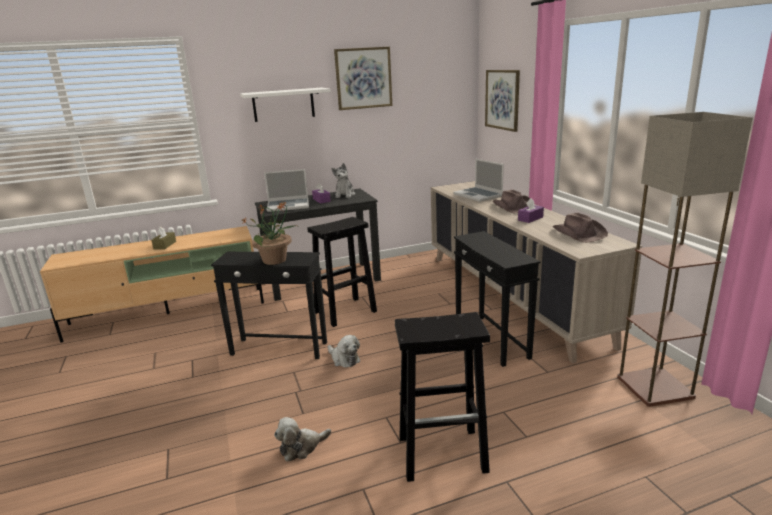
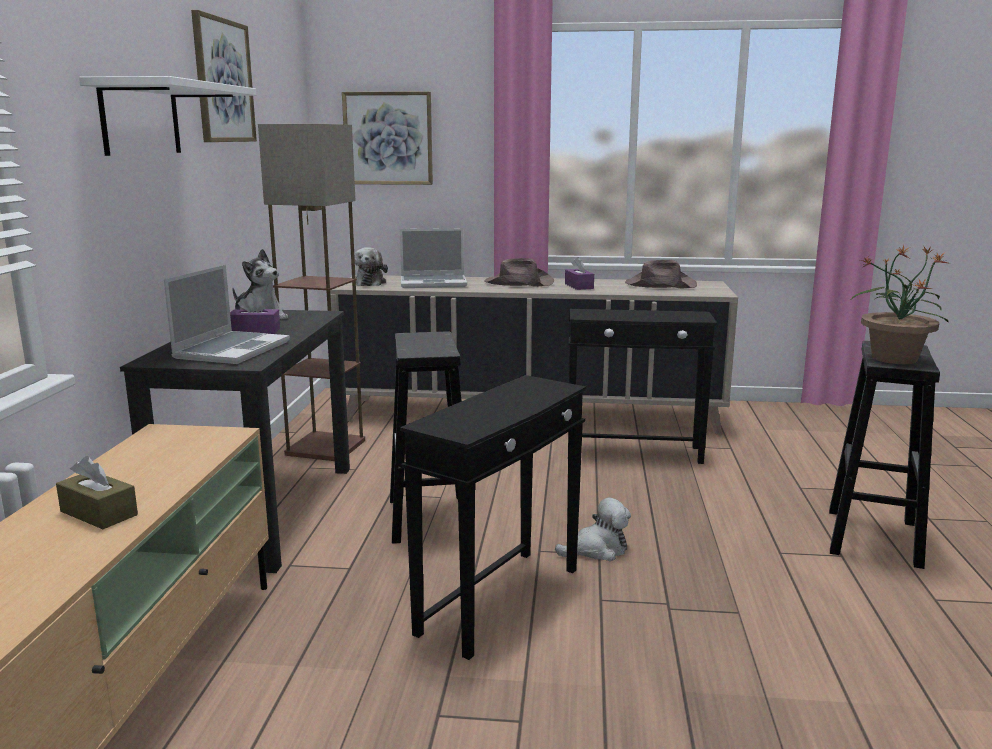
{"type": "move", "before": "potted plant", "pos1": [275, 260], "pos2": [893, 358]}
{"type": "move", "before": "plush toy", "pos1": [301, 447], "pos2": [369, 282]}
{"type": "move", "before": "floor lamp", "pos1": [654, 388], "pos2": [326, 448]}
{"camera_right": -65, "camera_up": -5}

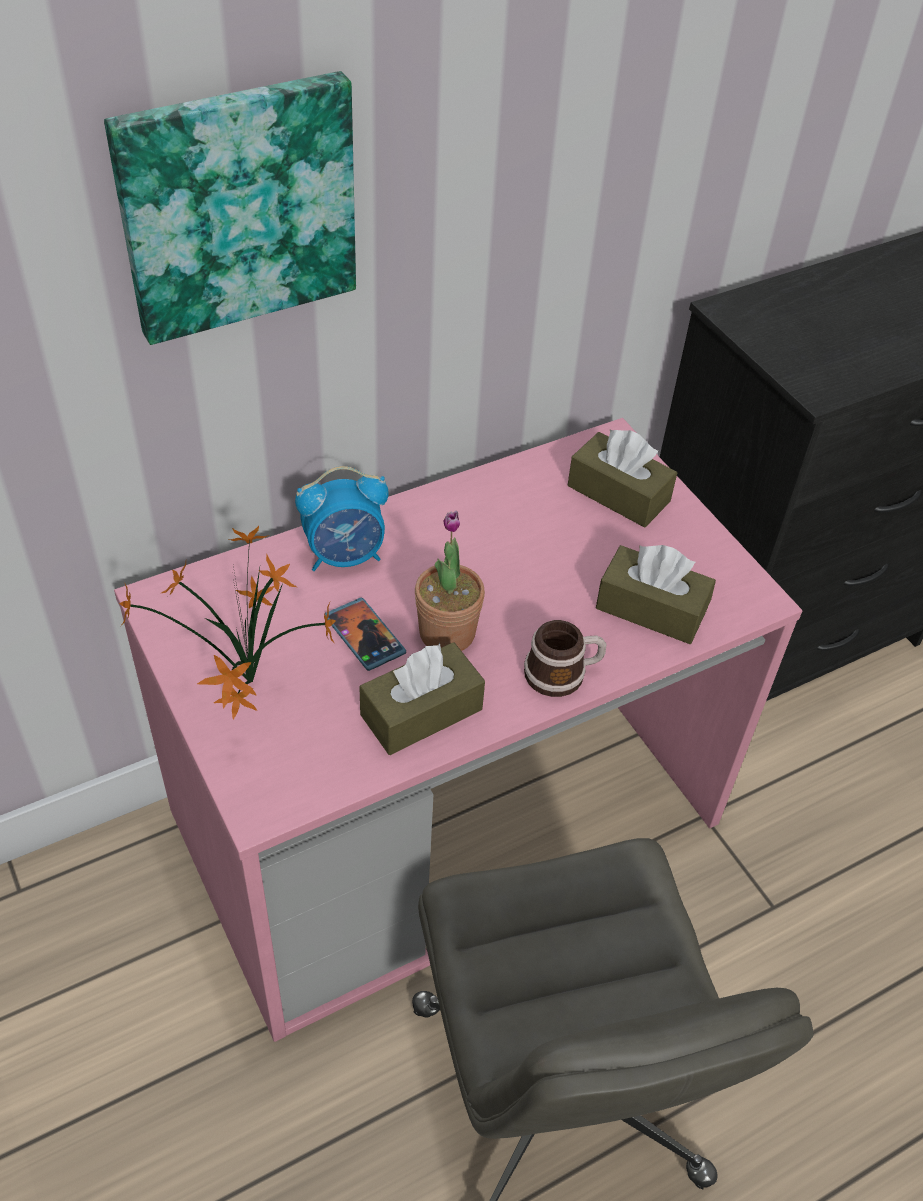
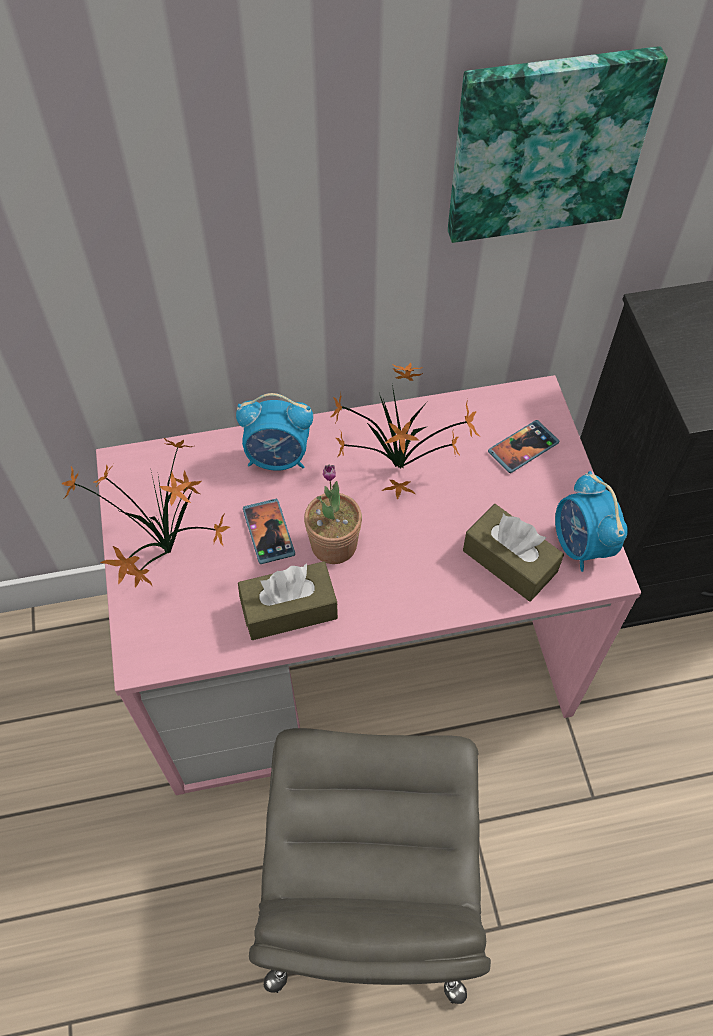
{"type": "move", "before": "picture", "pos1": [237, 206], "pos2": [546, 144]}
{"type": "delete", "before": "mug", "pos1": [563, 673]}
{"type": "replace", "before": "tissue box (brown)", "after": "phone", "pos1": [618, 494], "pos2": [523, 448]}
{"type": "insert", "after": "potted plant", "pos2": [403, 470]}
{"type": "insert", "after": "alarm clock", "pos2": [581, 545]}
{"camera_right": 20, "camera_up": 10}

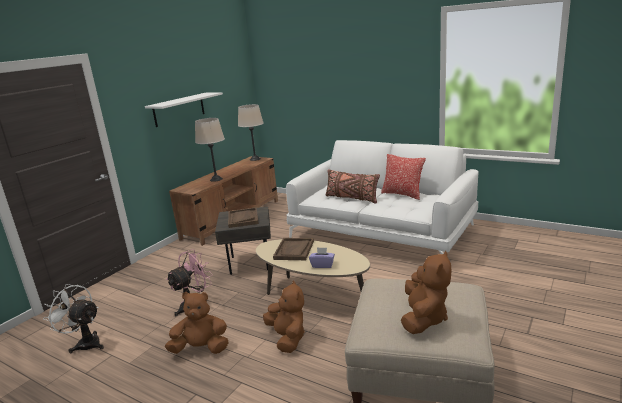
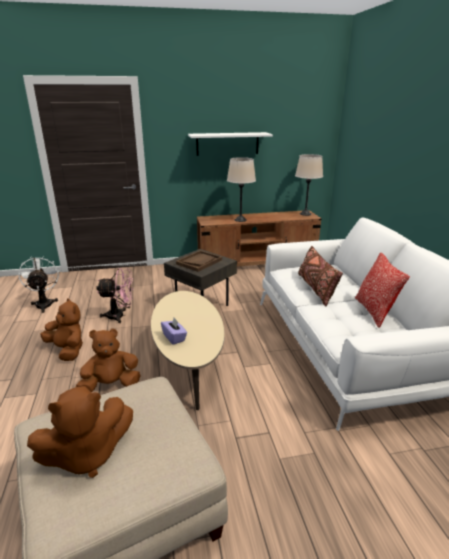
{"type": "rotate", "before": "plush toy (brown)", "pos1": [288, 338], "pos2": [111, 385], "turn": -135}
{"type": "delete", "before": "tray (brown)", "pos1": [294, 250]}
{"camera_right": 45, "camera_up": 5}

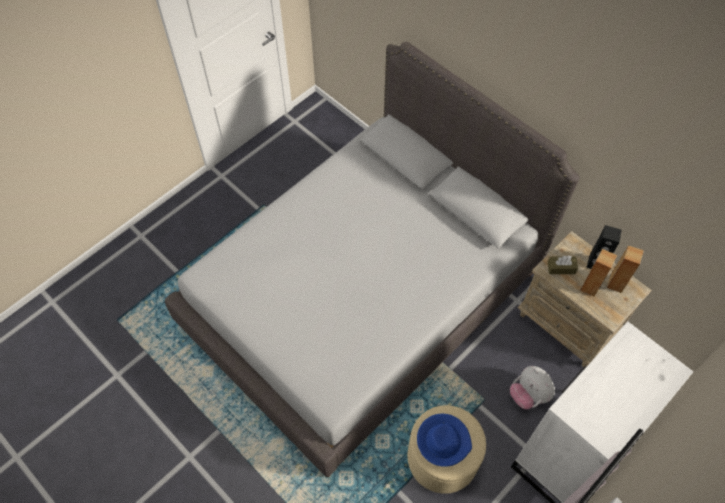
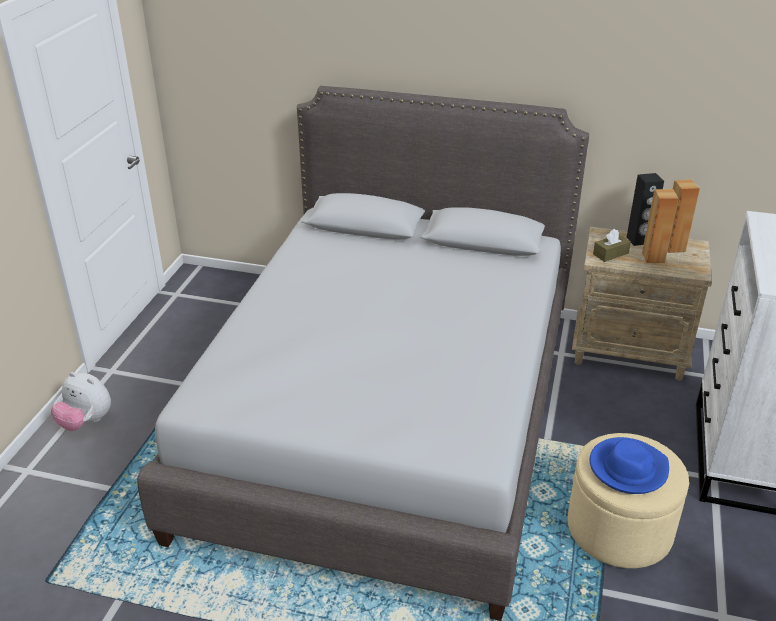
{"type": "move", "before": "plush toy", "pos1": [528, 394], "pos2": [86, 422]}
{"camera_right": -30, "camera_up": -25}

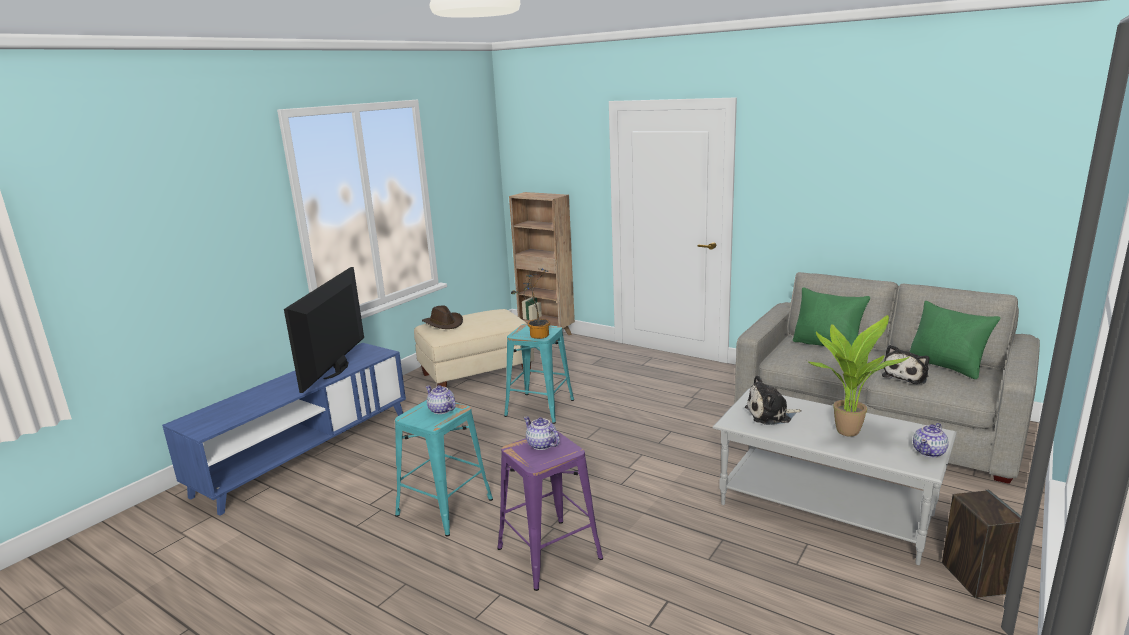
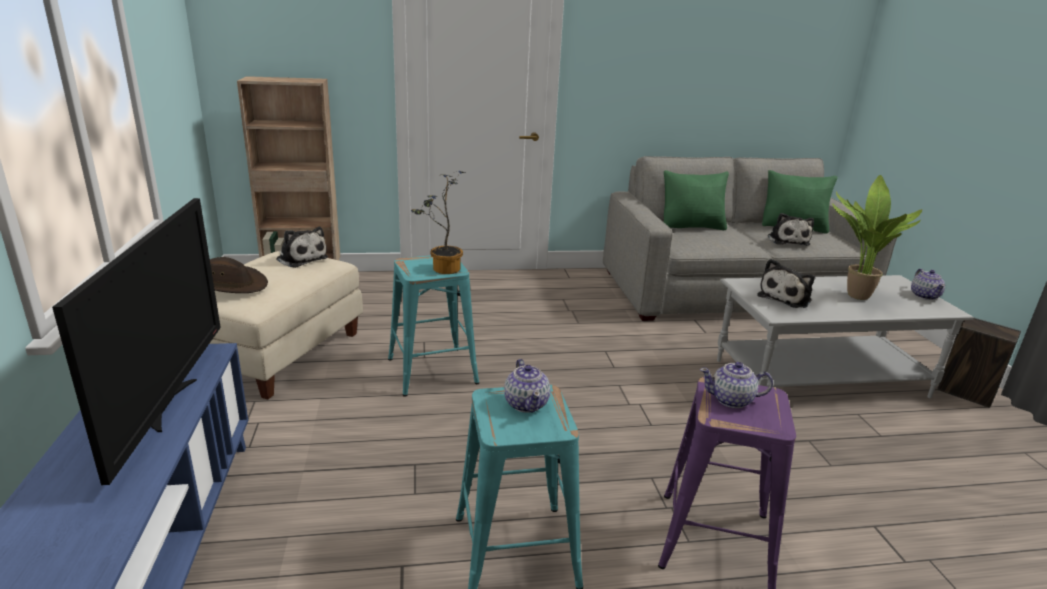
{"type": "rotate", "before": "television", "pos1": [338, 370], "pos2": [169, 404], "turn": -150}
{"type": "rotate", "before": "teapot", "pos1": [441, 410], "pos2": [526, 403], "turn": -105}
{"type": "insert", "after": "plush toy", "pos2": [301, 258]}
{"camera_right": -45, "camera_up": 5}

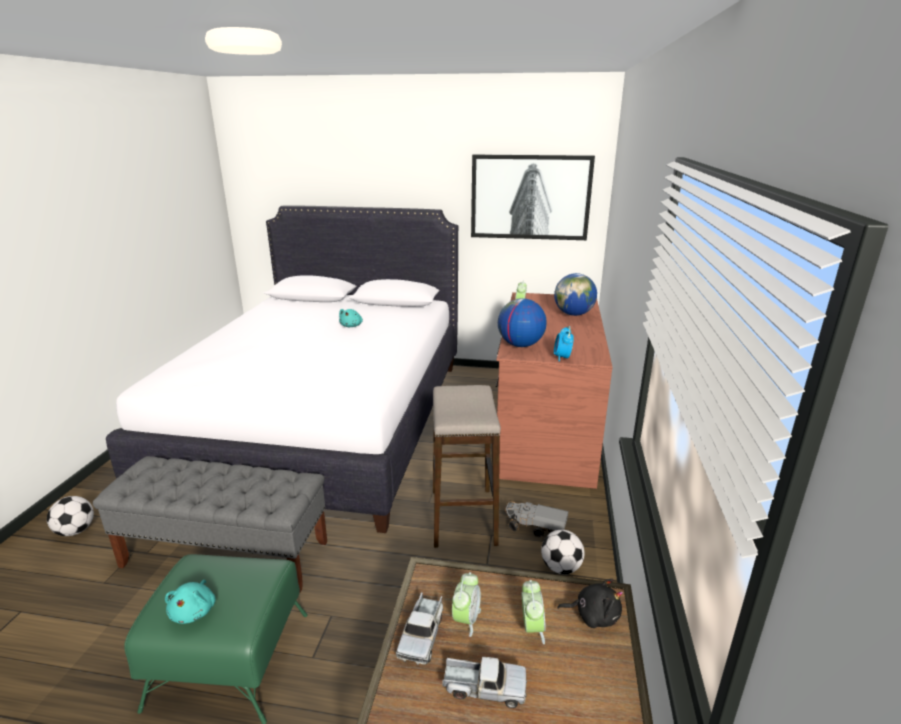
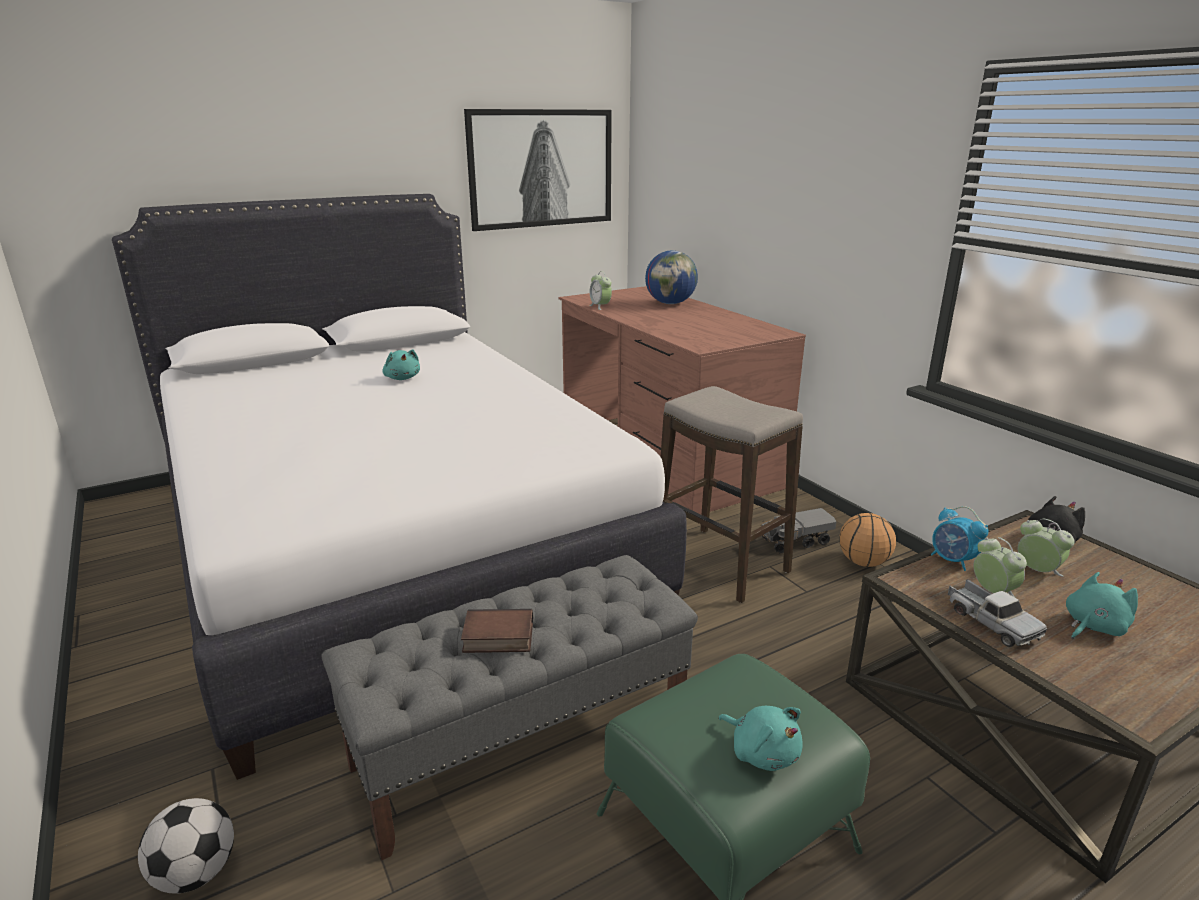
{"type": "replace", "before": "toy truck", "after": "plush toy (turquoise)", "pos1": [484, 687], "pos2": [1092, 626]}
{"type": "delete", "before": "globe", "pos1": [520, 345]}
{"type": "replace", "before": "football", "after": "basketball", "pos1": [561, 567], "pos2": [863, 562]}
{"type": "move", "before": "alarm clock", "pos1": [562, 358], "pos2": [952, 561]}
{"type": "insert", "after": "book", "pos2": [497, 638]}
{"camera_right": -40, "camera_up": 0}

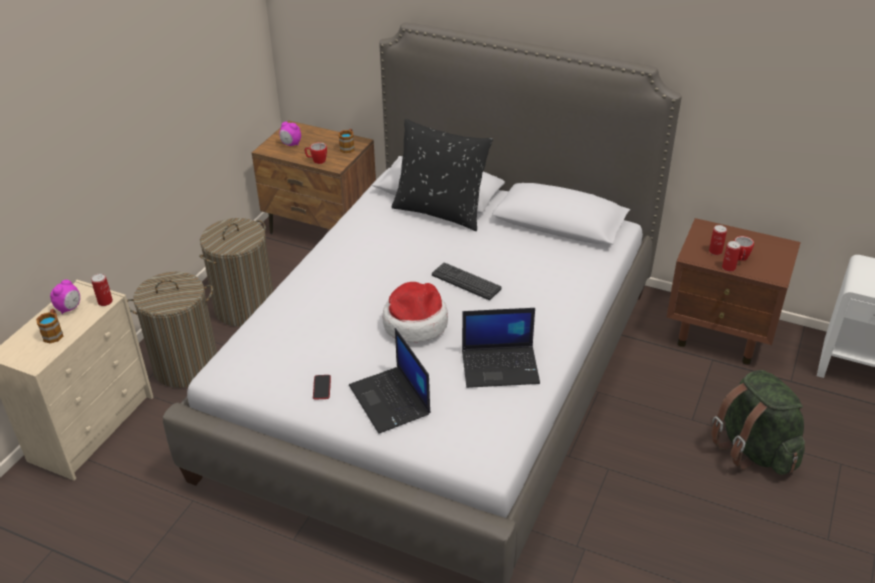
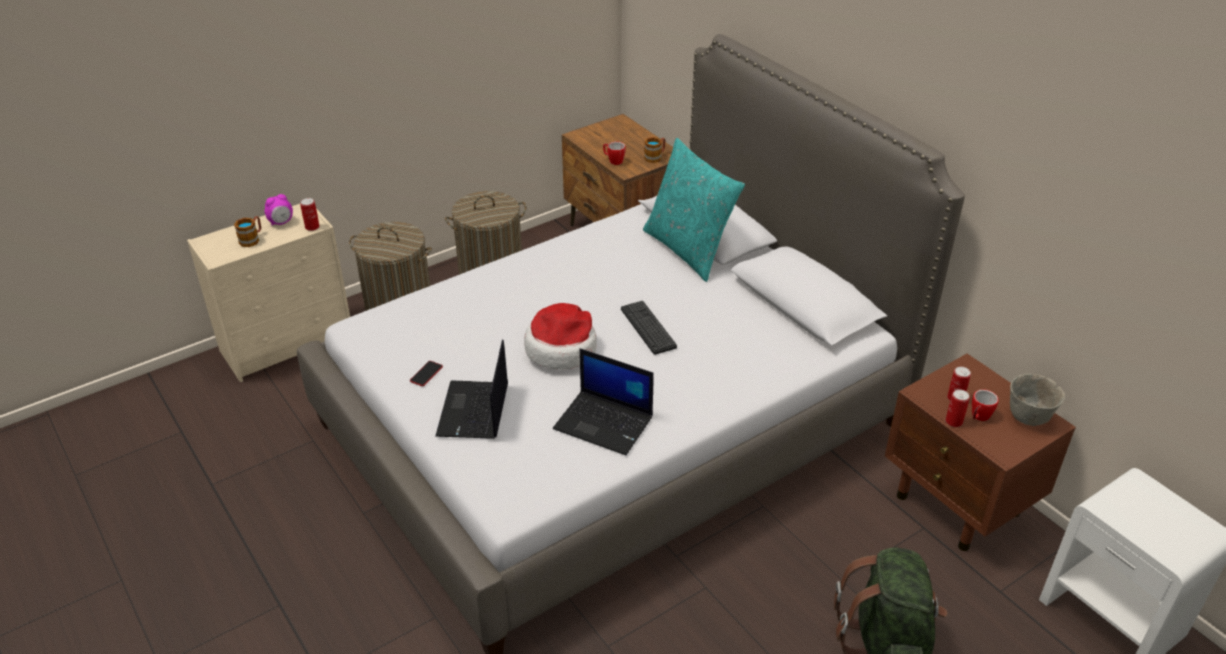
{"type": "delete", "before": "alarm clock", "pos1": [291, 144]}
{"type": "recolor", "before": "pillow (black)", "after": "pillow (turquoise)", "pos1": [440, 211], "pos2": [688, 250]}
{"type": "insert", "after": "bowl (grey)", "pos2": [1029, 417]}
{"camera_right": 30, "camera_up": 0}

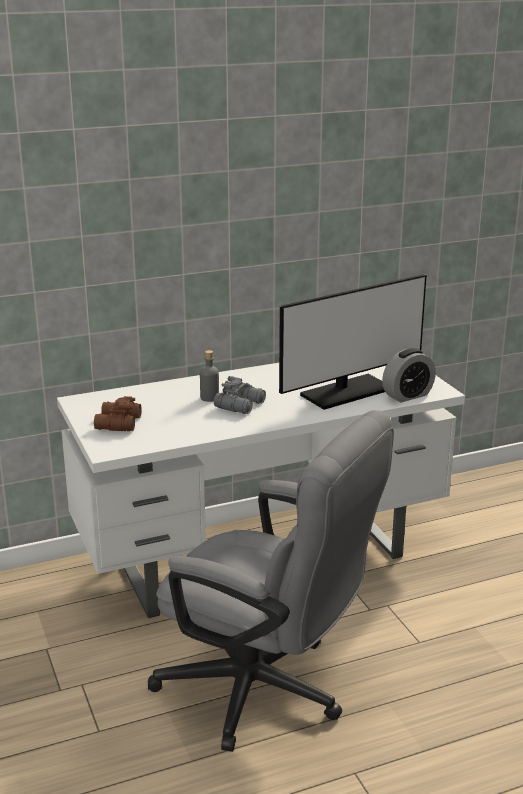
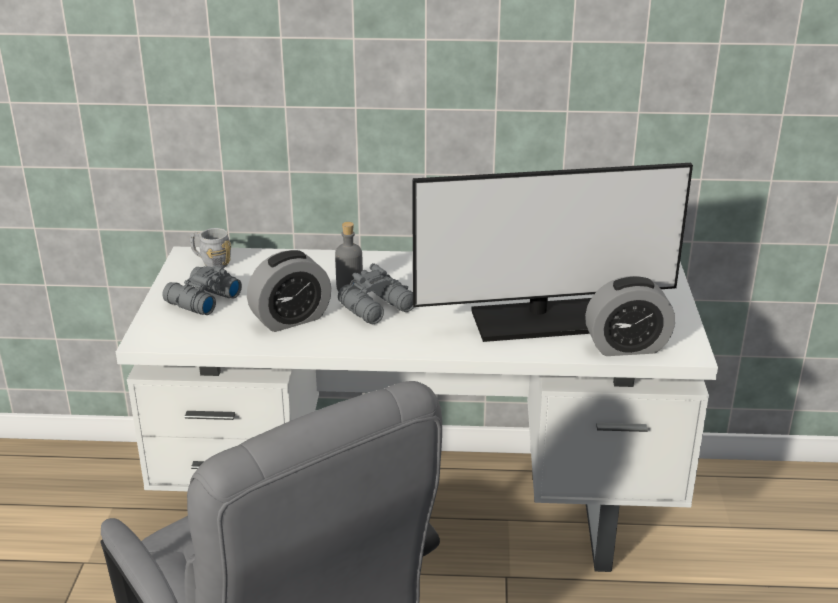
{"type": "recolor", "before": "binoculars (brown)", "after": "binoculars (grey)", "pos1": [117, 424], "pos2": [201, 300]}
{"type": "insert", "after": "mug (grey)", "pos2": [211, 262]}
{"type": "insert", "after": "alarm clock", "pos2": [291, 319]}
{"camera_right": 25, "camera_up": 5}

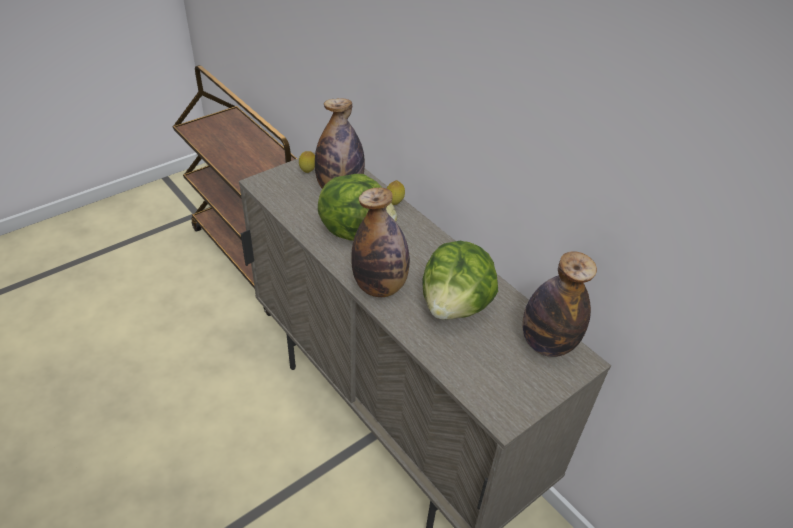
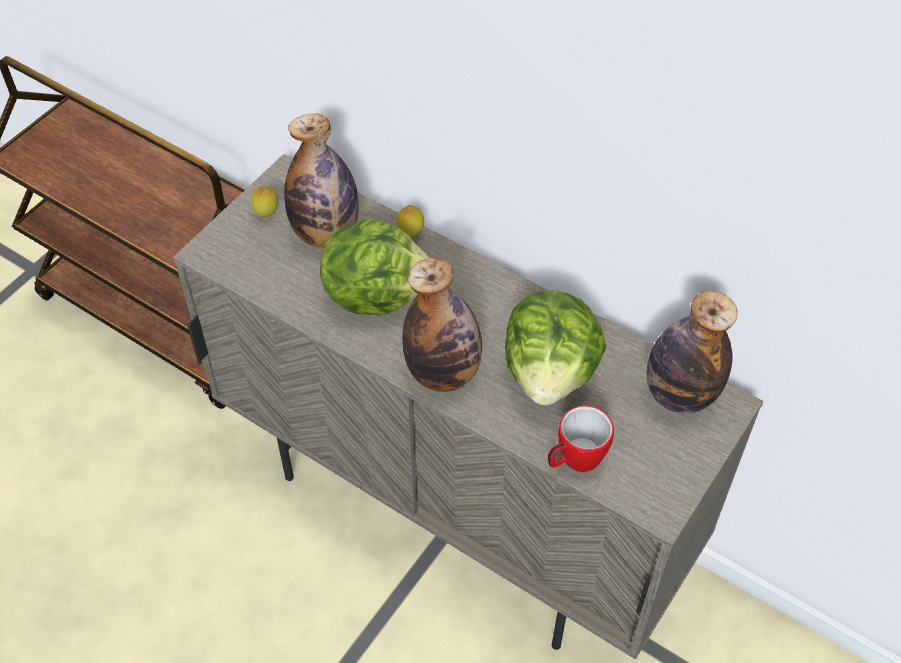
{"type": "insert", "after": "mug", "pos2": [574, 460]}
{"camera_right": -15, "camera_up": 10}

